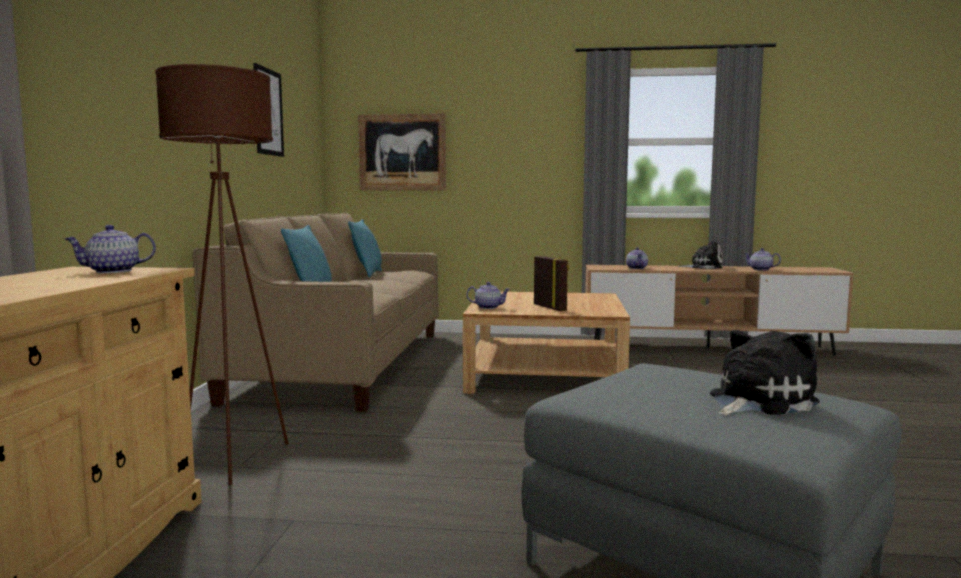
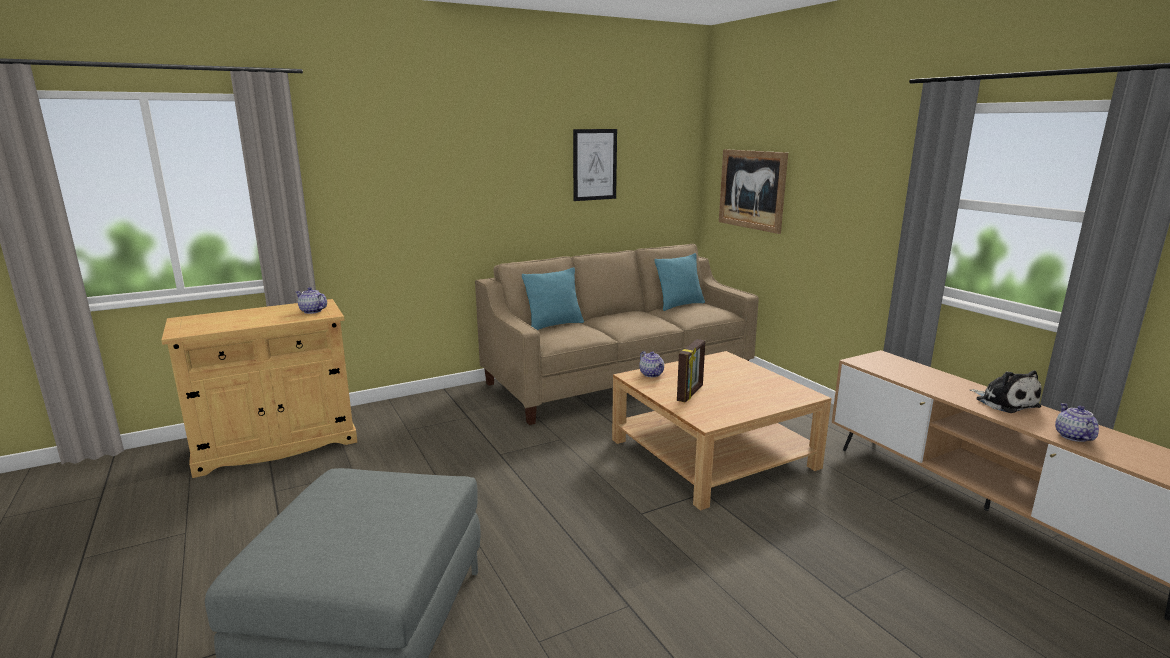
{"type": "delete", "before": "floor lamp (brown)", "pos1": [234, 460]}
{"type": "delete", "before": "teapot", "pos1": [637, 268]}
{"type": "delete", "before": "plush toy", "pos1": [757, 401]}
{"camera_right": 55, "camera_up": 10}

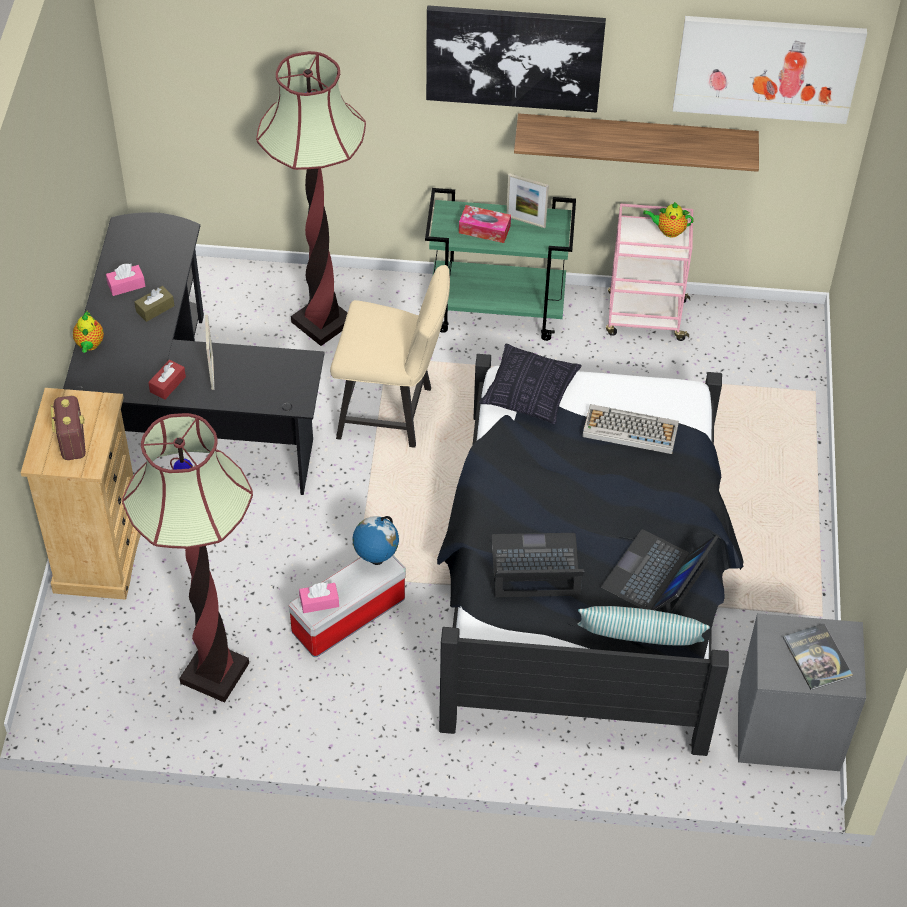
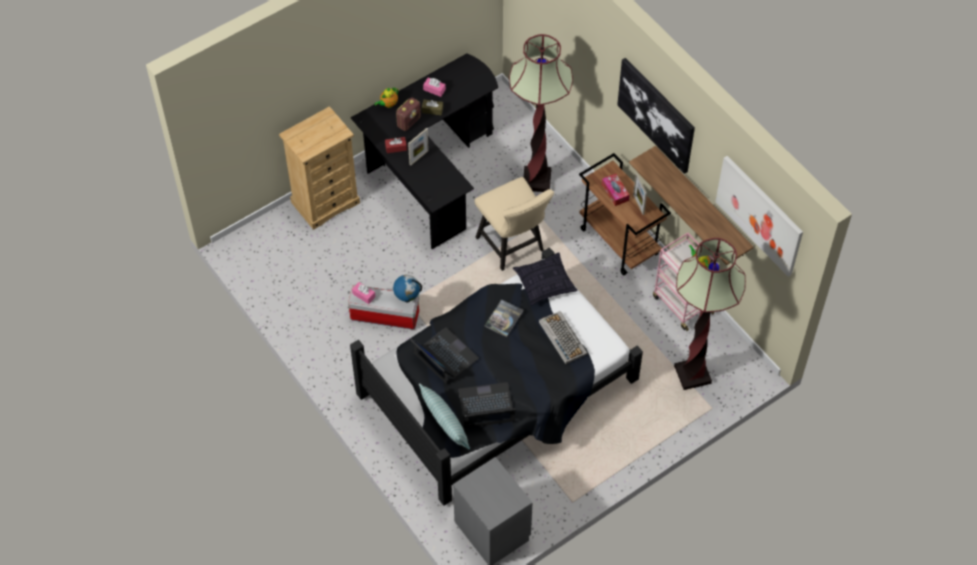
{"type": "move", "before": "radio", "pos1": [72, 442], "pos2": [409, 122]}
{"type": "move", "before": "floor lamp", "pos1": [214, 673], "pos2": [692, 374]}
{"type": "recolor", "before": "cart (green)", "after": "cart (brown)", "pos1": [498, 310], "pos2": [620, 242]}
{"type": "move", "before": "book", "pos1": [817, 657], "pos2": [504, 318]}
{"camera_right": 50, "camera_up": 5}

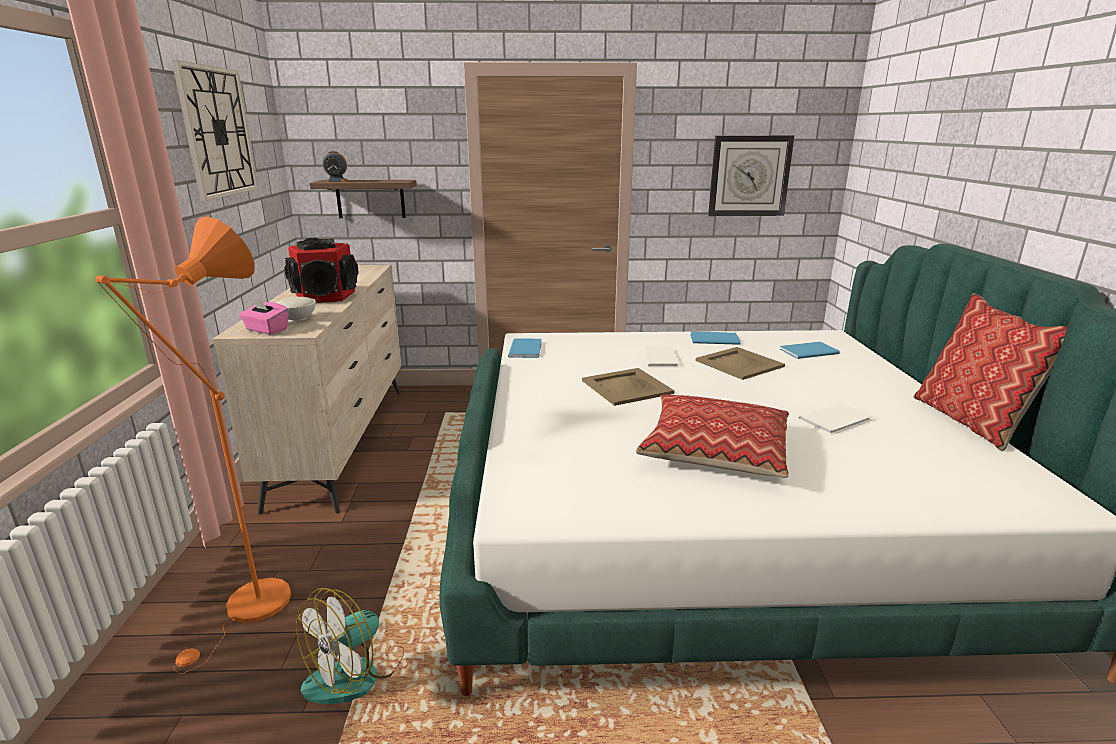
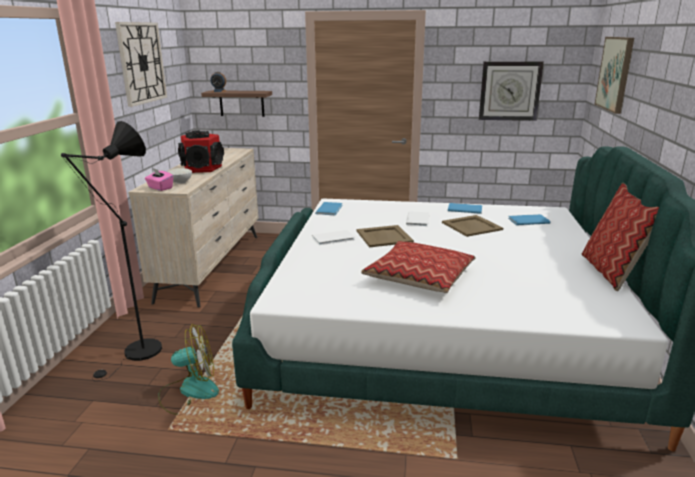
{"type": "recolor", "before": "floor lamp (orange)", "after": "floor lamp (black)", "pos1": [251, 610], "pos2": [138, 354]}
{"type": "rotate", "before": "fan", "pos1": [356, 672], "pos2": [189, 391], "turn": -150}
{"type": "move", "before": "book (white)", "pos1": [838, 420], "pos2": [334, 238]}
{"type": "insert", "after": "picture", "pos2": [615, 73]}
{"camera_right": 10, "camera_up": 0}

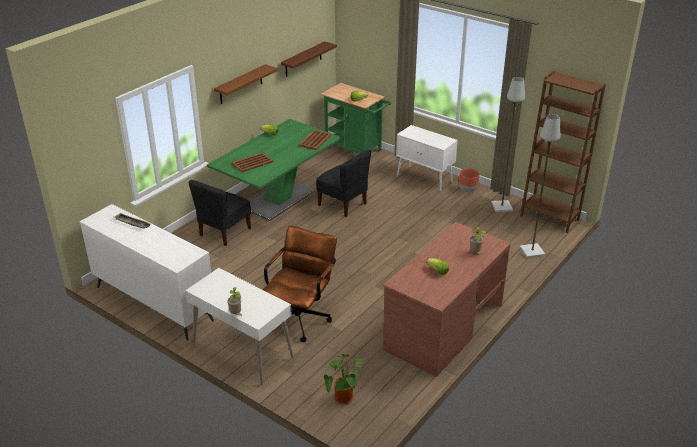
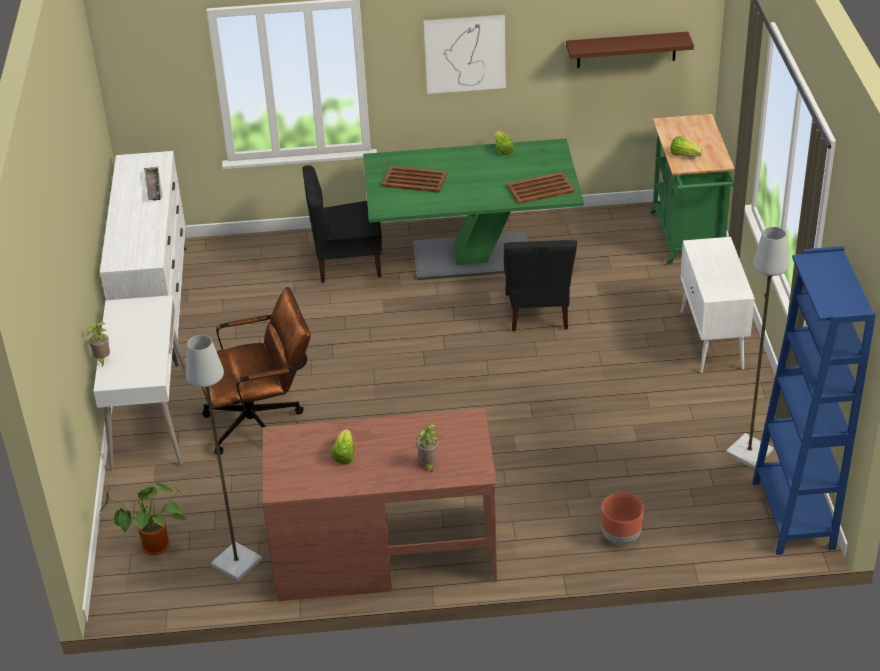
{"type": "replace", "before": "shelf (brown)", "after": "picture", "pos1": [241, 84], "pos2": [465, 53]}
{"type": "move", "before": "planter (brown)", "pos1": [468, 190], "pos2": [621, 537]}
{"type": "recolor", "before": "bookcase (brown)", "after": "bookcase (blue)", "pos1": [549, 217], "pos2": [793, 515]}
{"type": "move", "before": "floor lamp (grey)", "pos1": [532, 251], "pos2": [238, 562]}
{"camera_right": 50, "camera_up": 5}

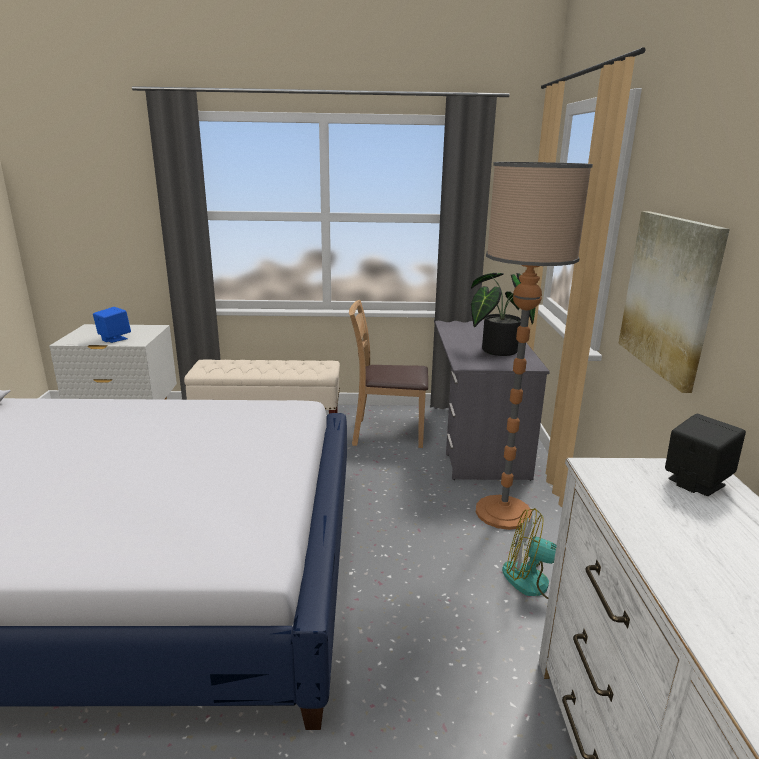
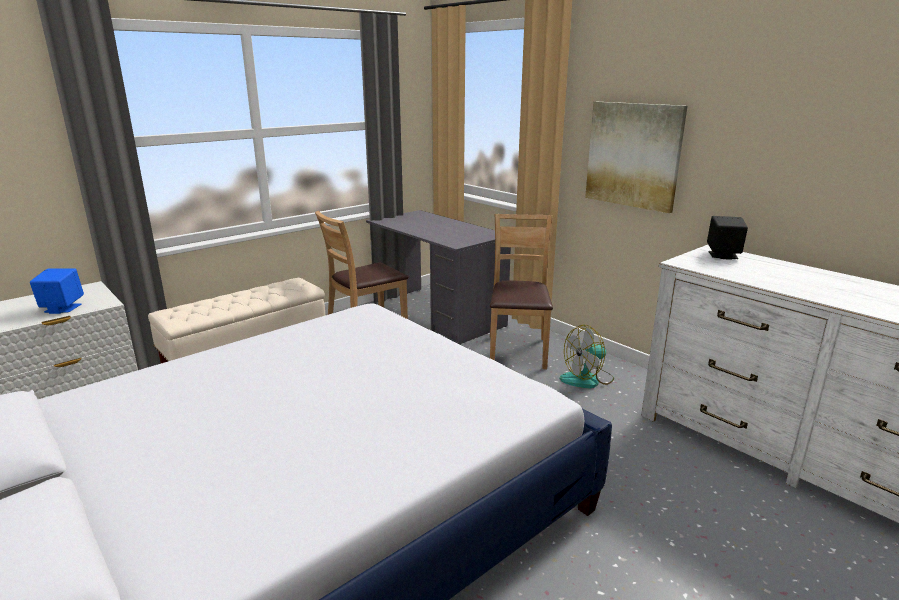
{"type": "delete", "before": "potted plant", "pos1": [495, 351]}
{"type": "replace", "before": "floor lamp", "after": "chair (brown)", "pos1": [503, 512], "pos2": [518, 351]}
{"camera_right": -40, "camera_up": 0}

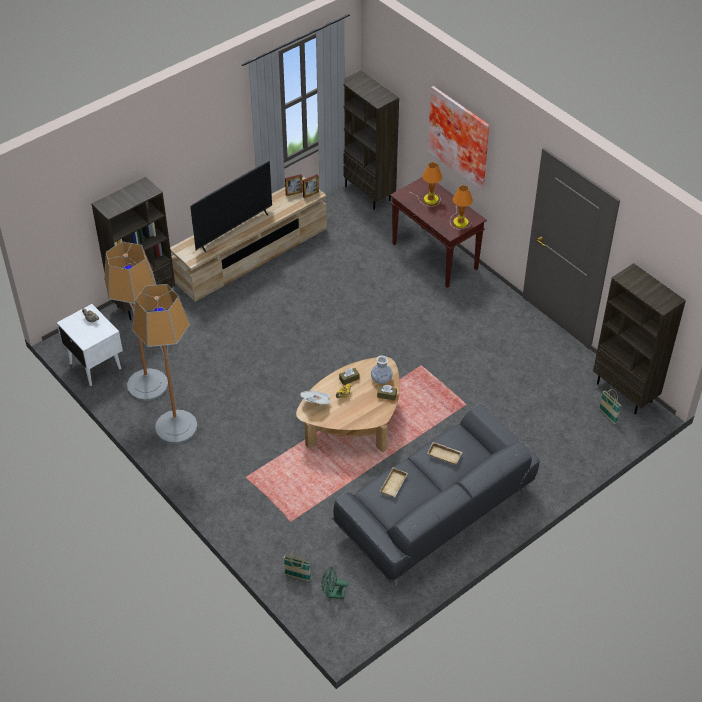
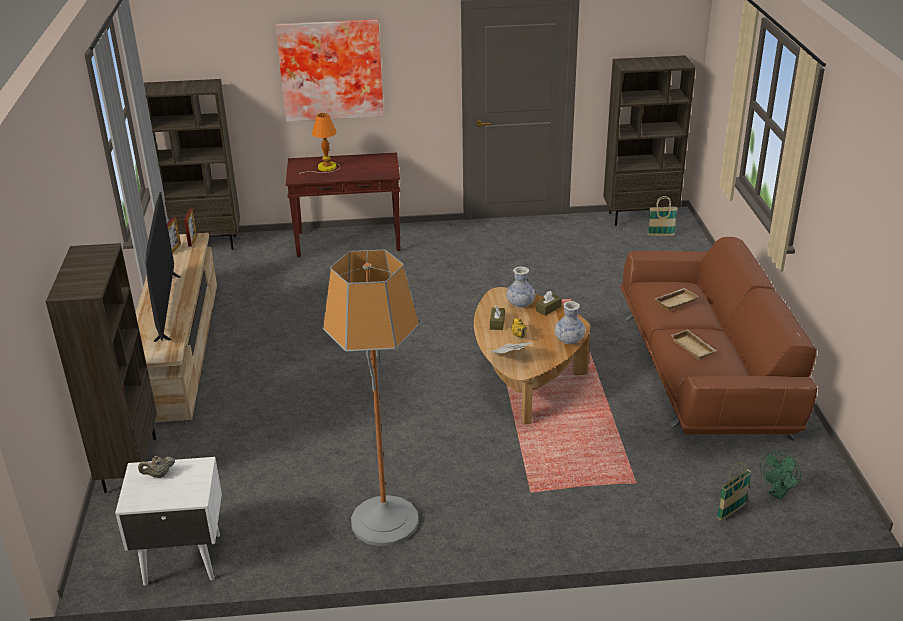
{"type": "delete", "before": "floor lamp", "pos1": [147, 385]}
{"type": "recolor", "before": "sofa (grey)", "after": "sofa (brown)", "pos1": [435, 512], "pos2": [704, 373]}
{"type": "delete", "before": "table lamp", "pos1": [459, 221]}
{"type": "insert", "after": "vase", "pos2": [569, 340]}
{"camera_right": -55, "camera_up": -15}

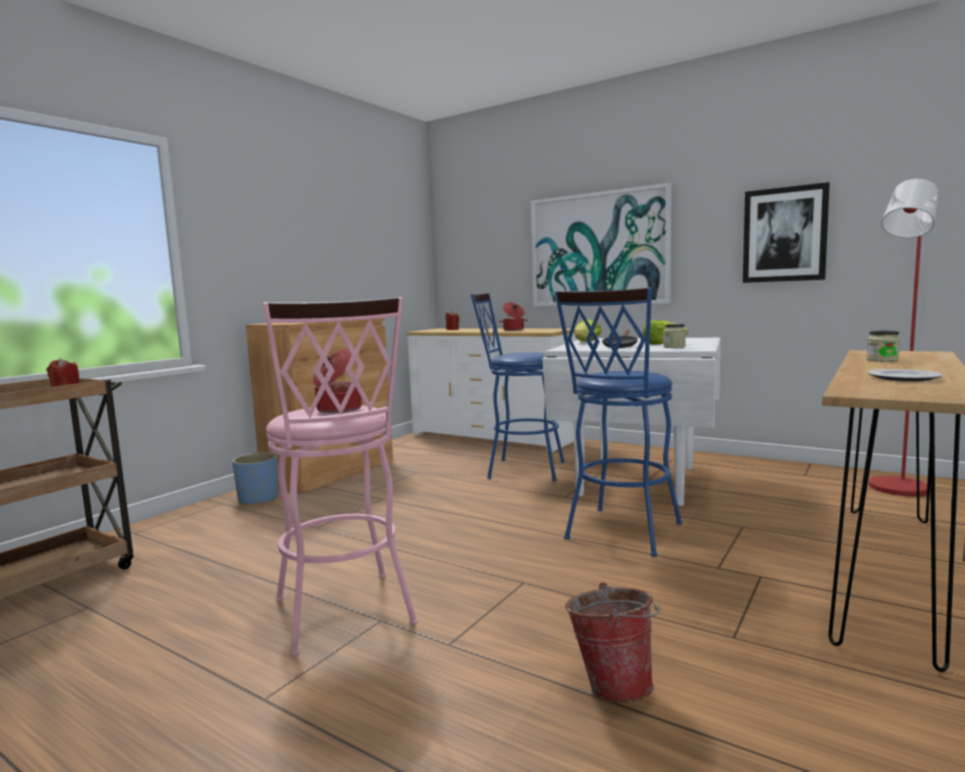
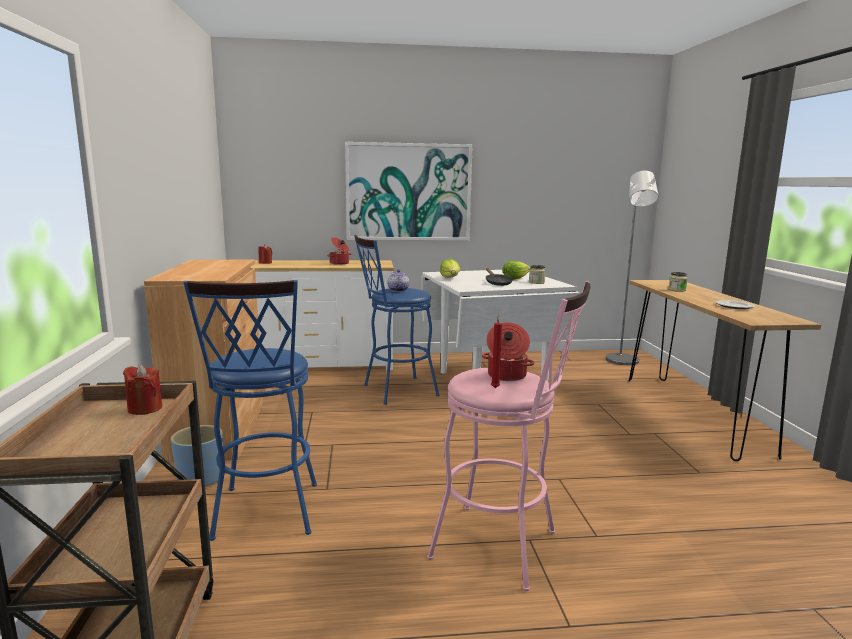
{"type": "move", "before": "stool (blue)", "pos1": [620, 534], "pos2": [265, 516]}
{"type": "delete", "before": "bucket", "pos1": [613, 684]}
{"type": "delete", "before": "picture", "pos1": [784, 235]}
{"type": "recolor", "before": "floor lamp (red)", "after": "floor lamp (grey)", "pos1": [895, 490], "pos2": [623, 362]}
{"type": "insert", "after": "teapot", "pos2": [398, 290]}
{"type": "insert", "after": "candle (red)", "pos2": [495, 387]}
{"camera_right": -40, "camera_up": 5}

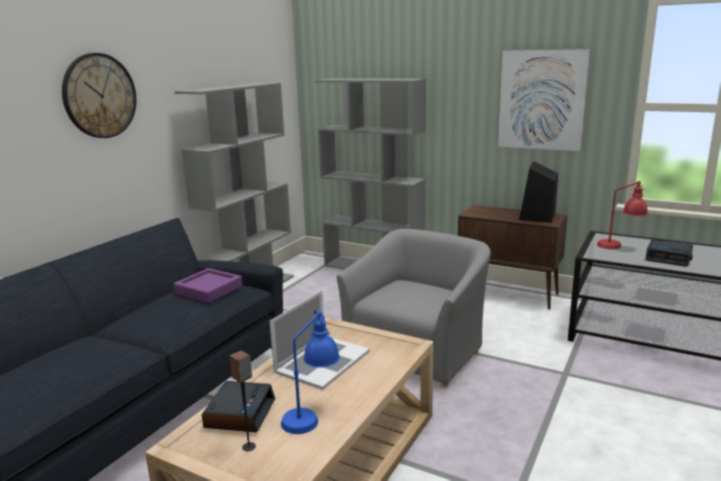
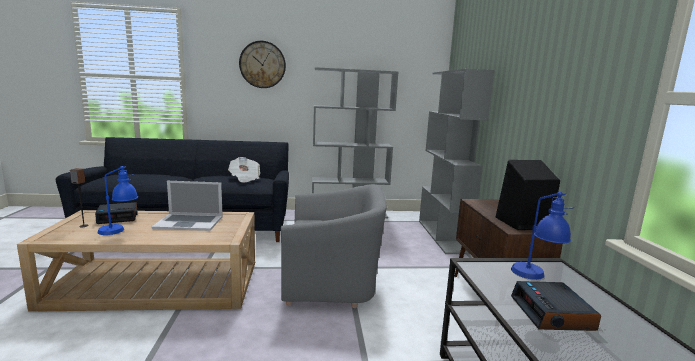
{"type": "replace", "before": "tray (purple)", "after": "newspaper", "pos1": [209, 290], "pos2": [244, 178]}
{"type": "delete", "before": "picture", "pos1": [541, 100]}
{"type": "recolor", "before": "table lamp (red)", "after": "table lamp (blue)", "pos1": [620, 246], "pos2": [535, 278]}
{"camera_right": 55, "camera_up": -5}

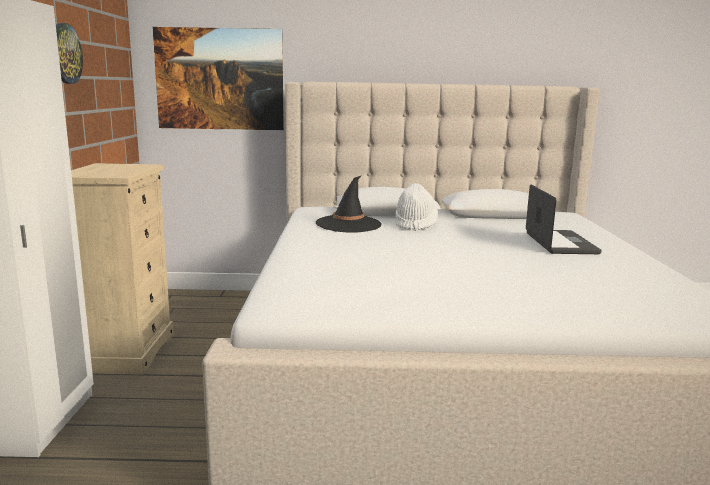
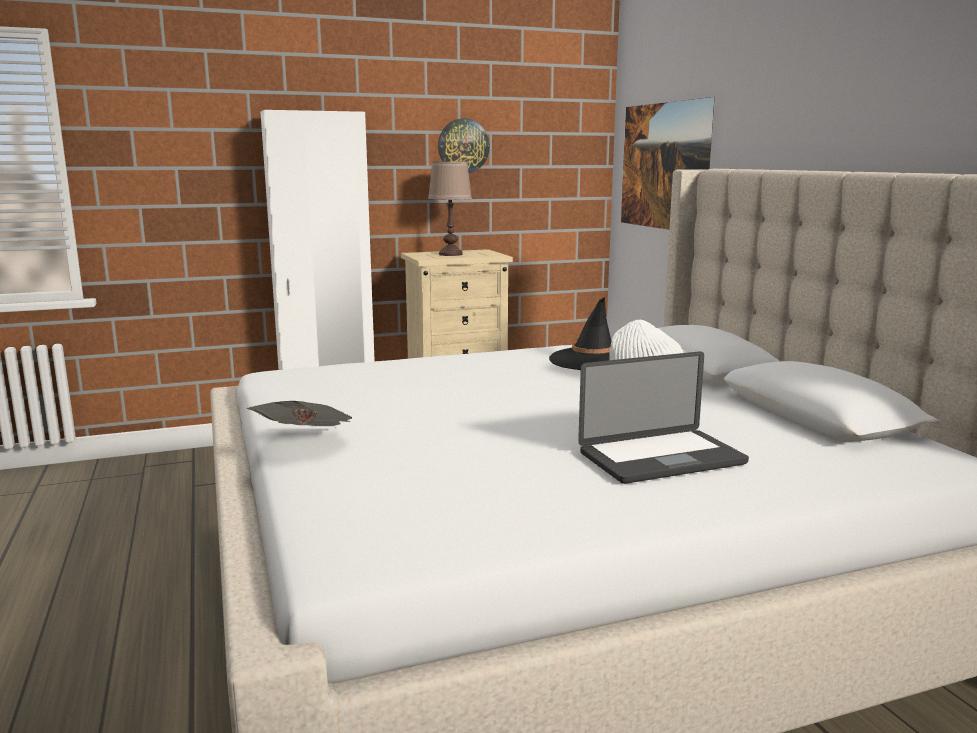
{"type": "insert", "after": "newspaper", "pos2": [306, 441]}
{"type": "insert", "after": "table lamp (brown)", "pos2": [451, 254]}
{"camera_right": 70, "camera_up": 0}

